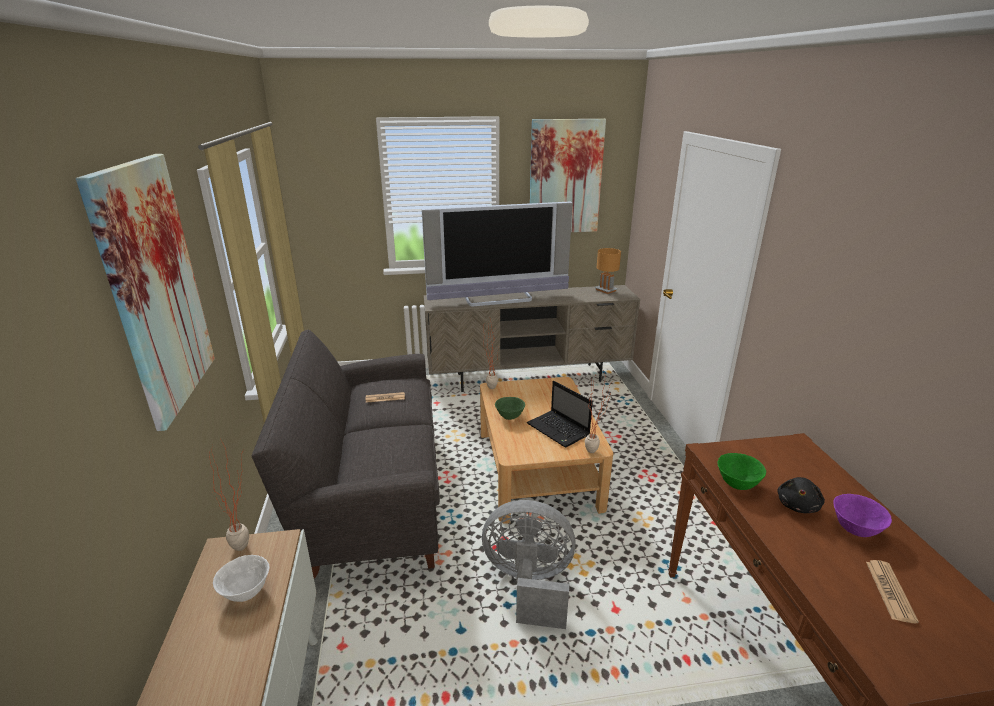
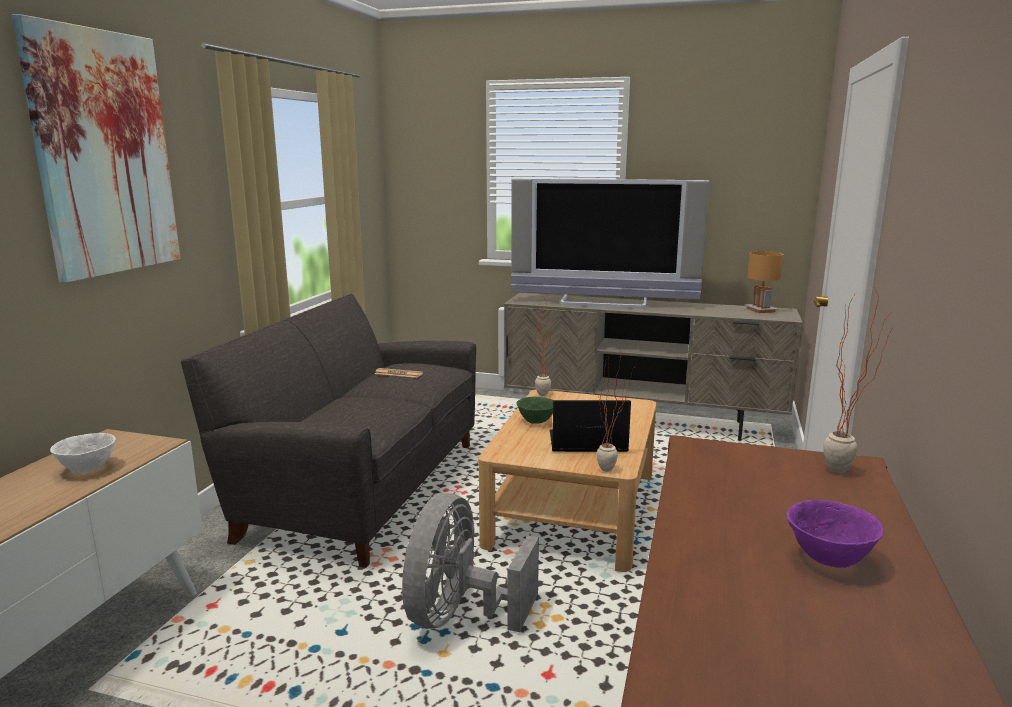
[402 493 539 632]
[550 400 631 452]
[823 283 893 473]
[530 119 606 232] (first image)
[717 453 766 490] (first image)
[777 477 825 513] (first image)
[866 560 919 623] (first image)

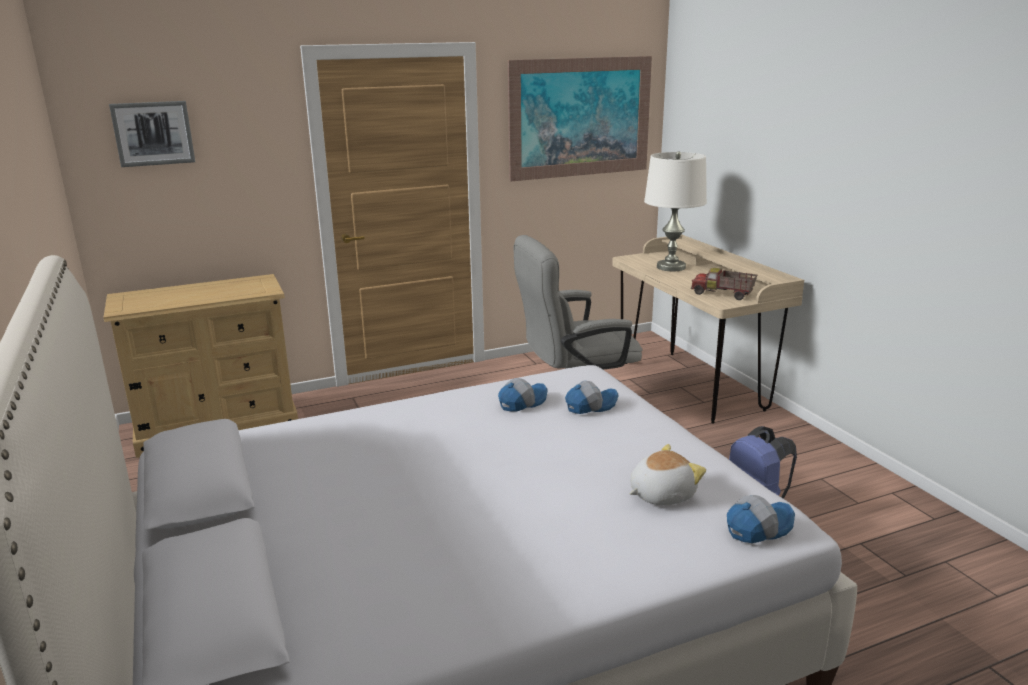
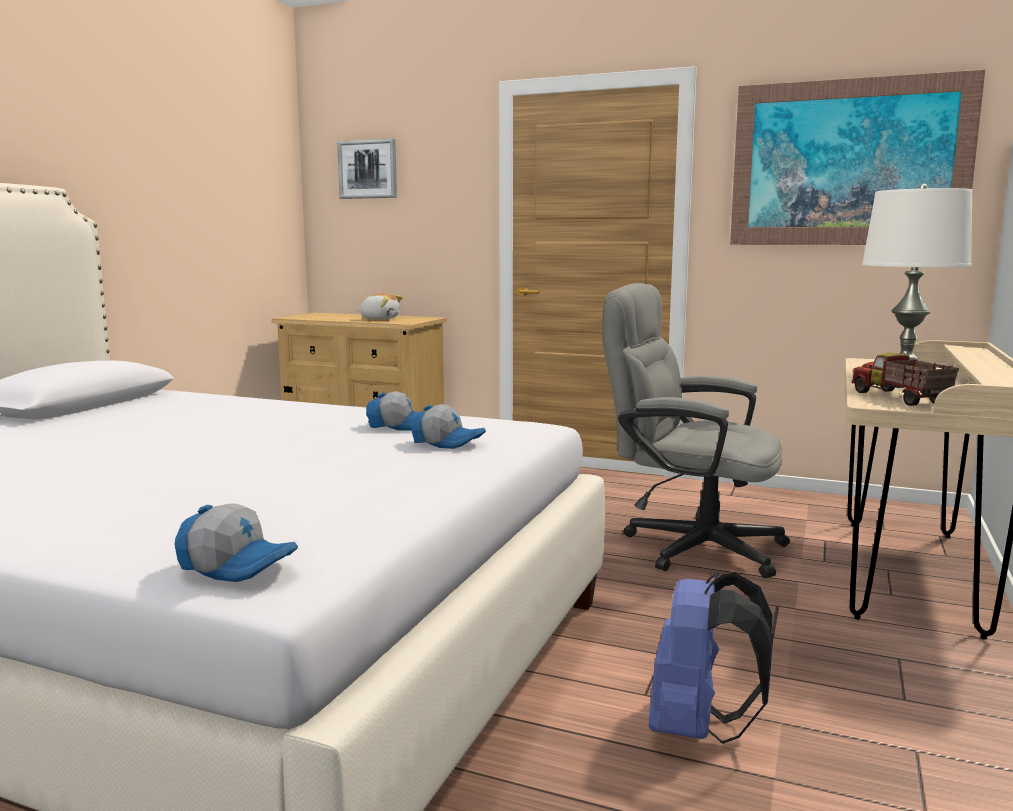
[358 293 403 320]

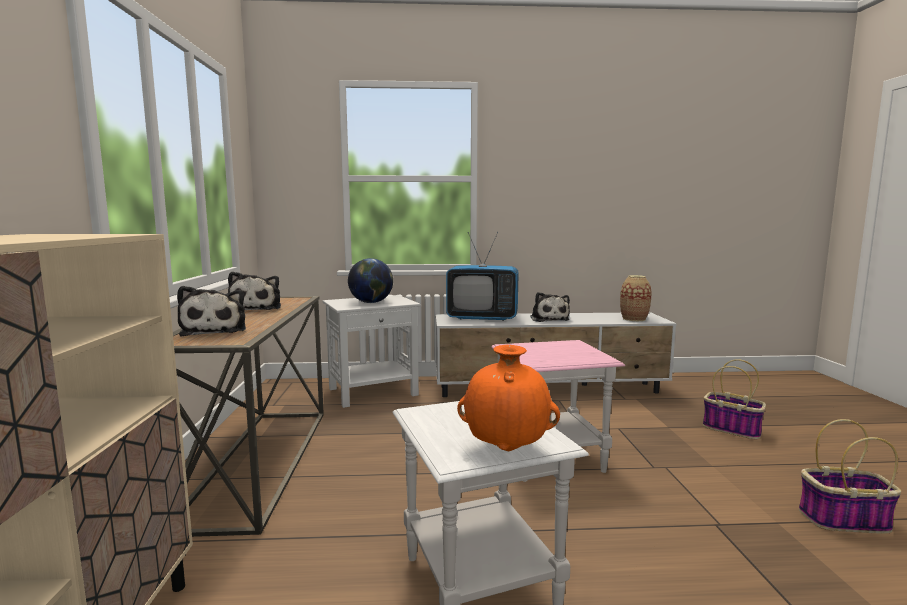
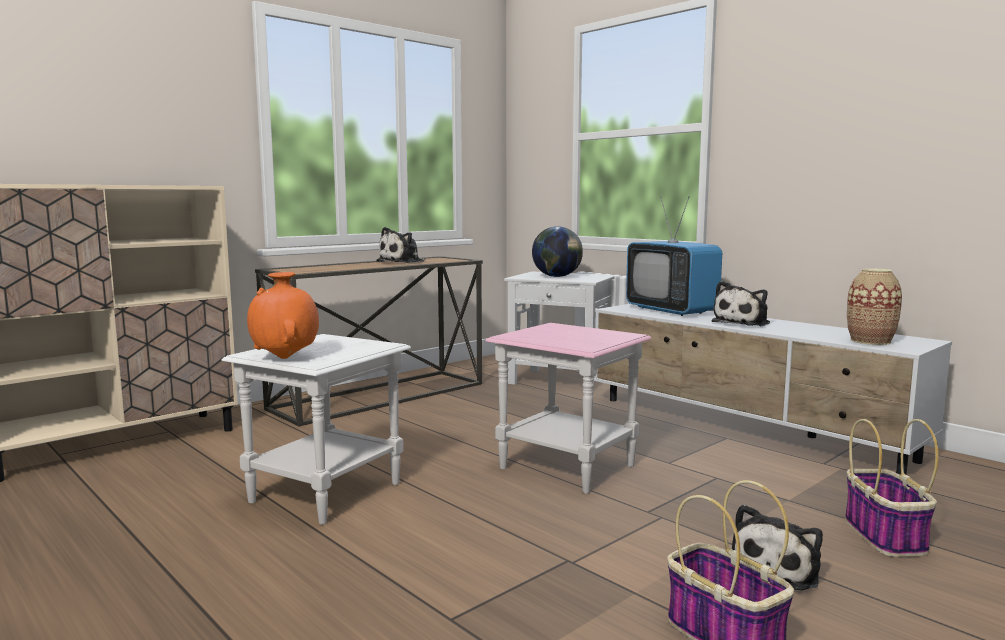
[732 504 823 590]

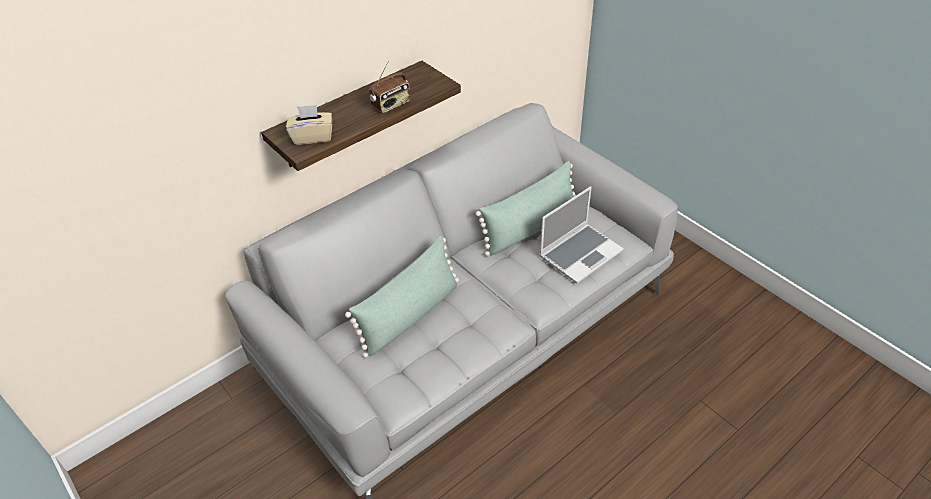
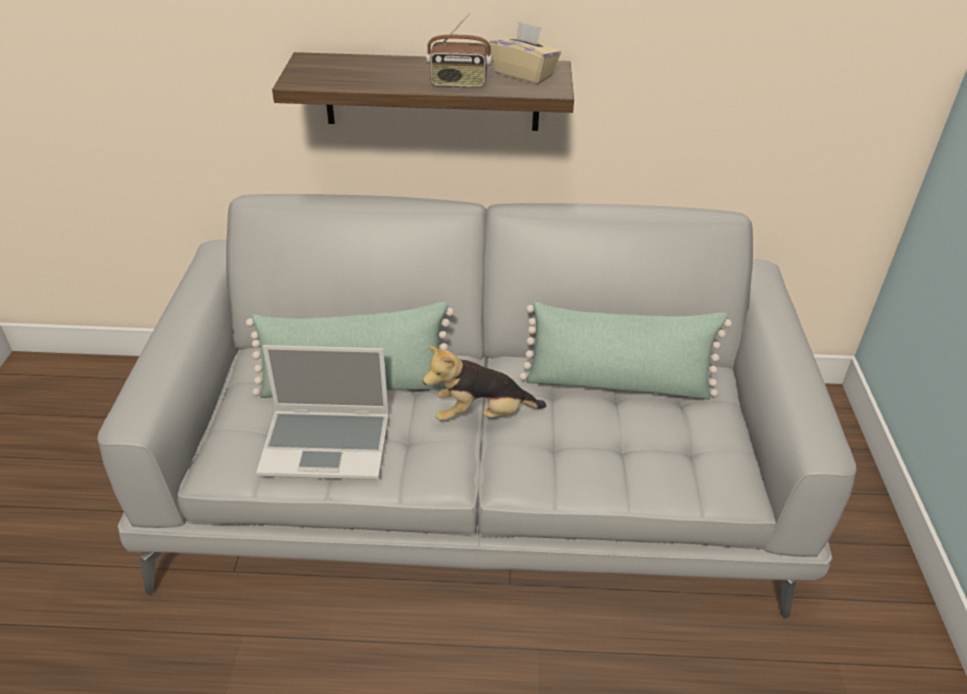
[256 345 389 480]
[423 346 546 421]
[489 21 561 85]

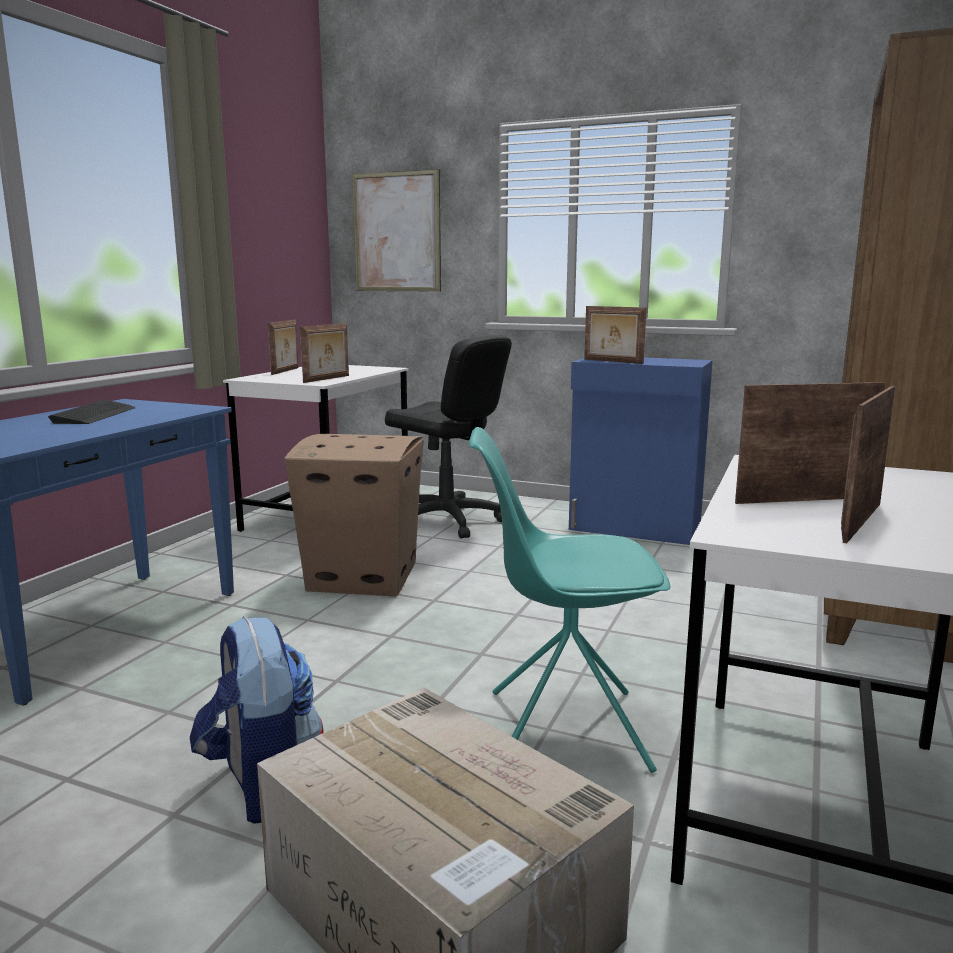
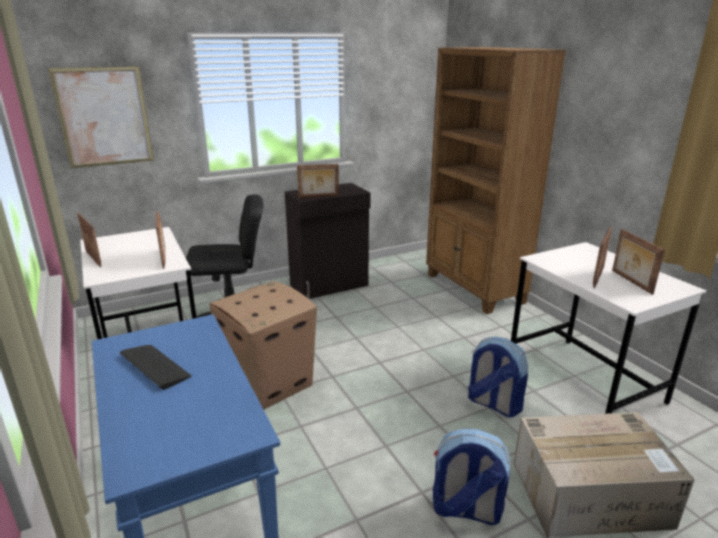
[285 183 371 299]
[468 337 528 417]

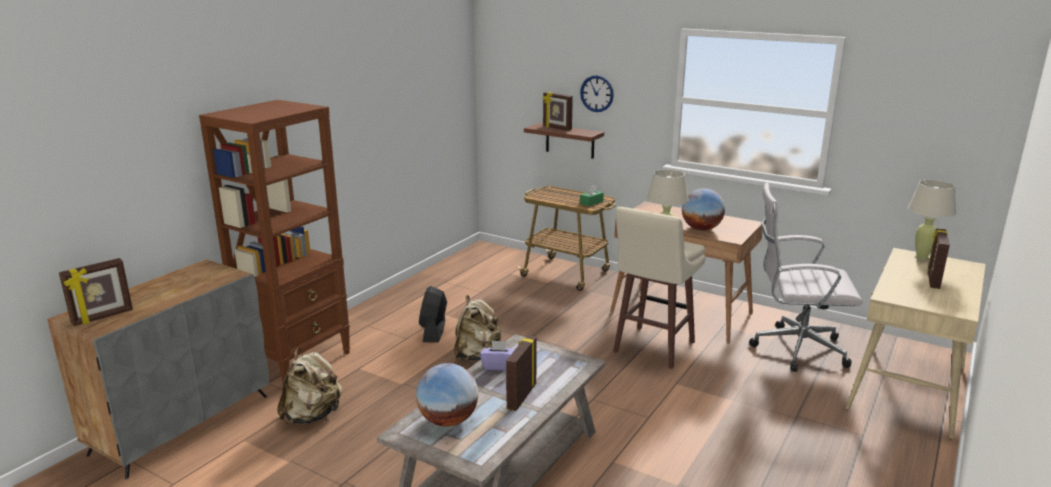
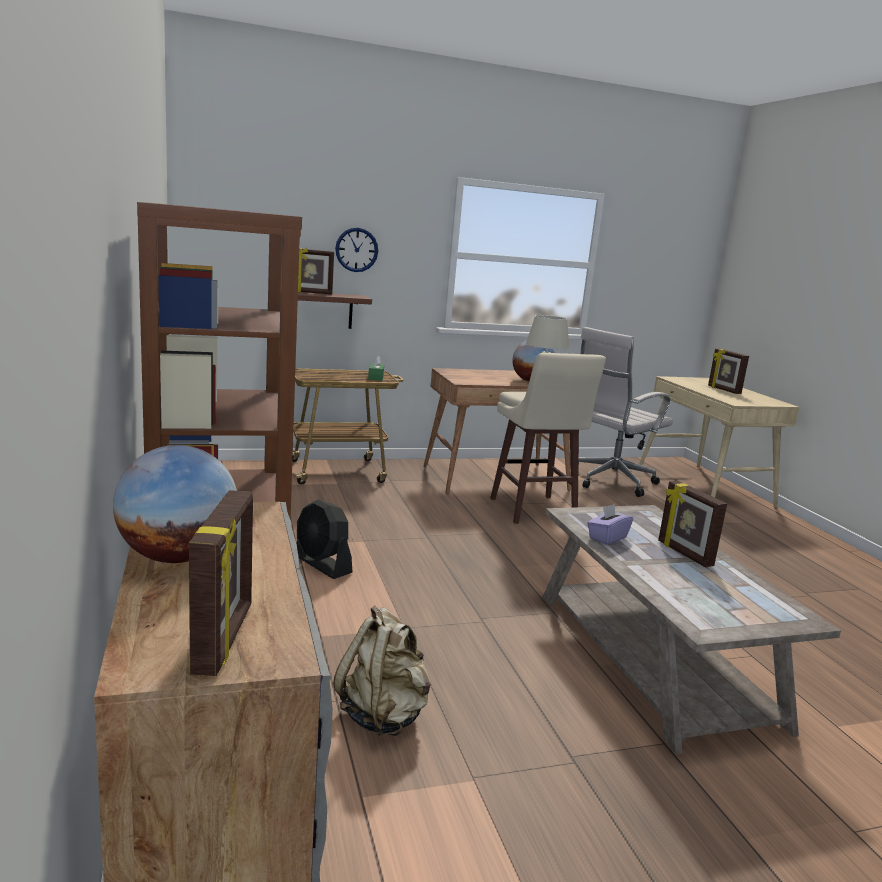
[113 445 237 563]
[454 295 501 361] (first image)
[908 180 956 260] (first image)

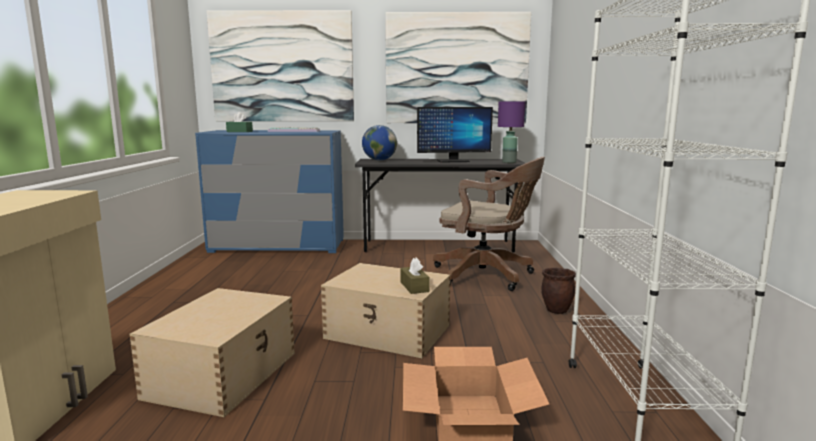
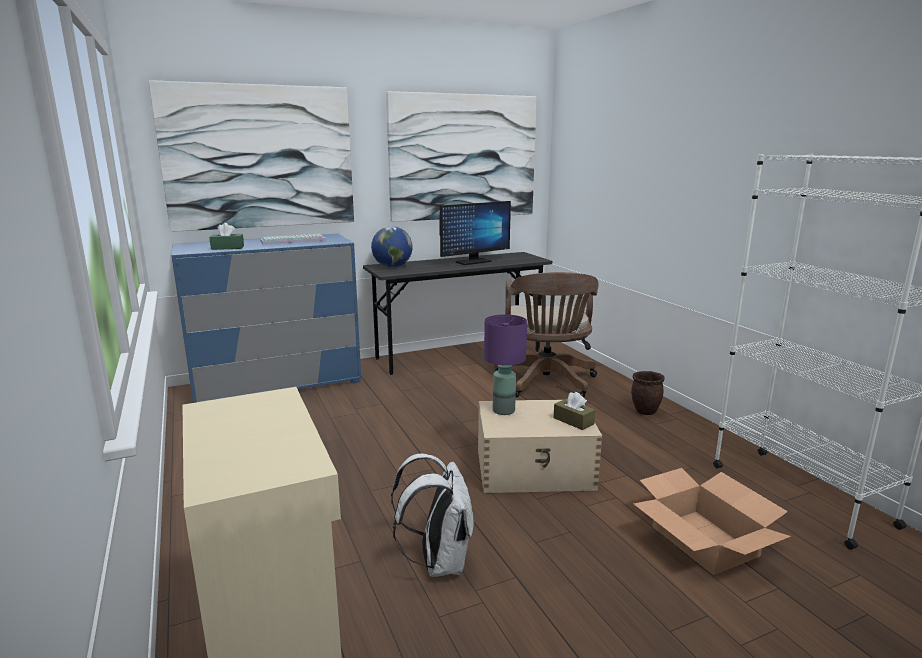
[391 454 473 577]
[484 314 527 415]
[494 272 598 398]

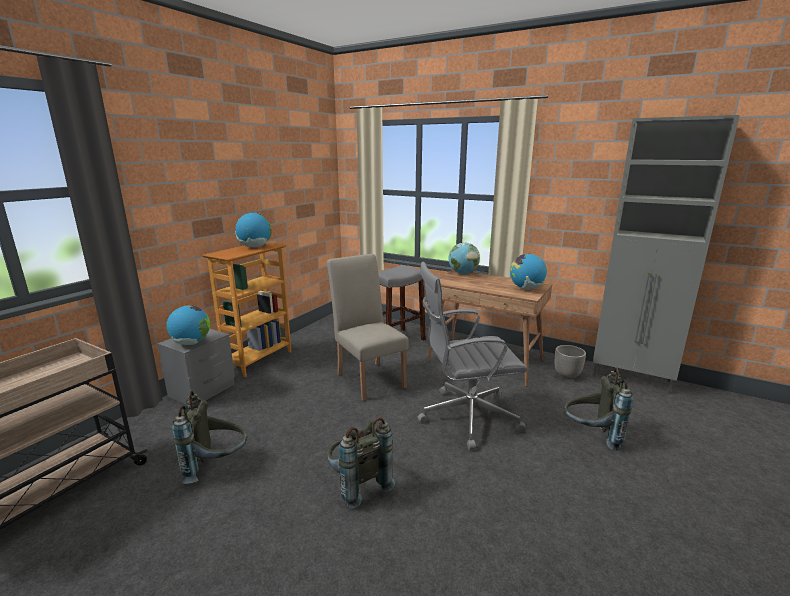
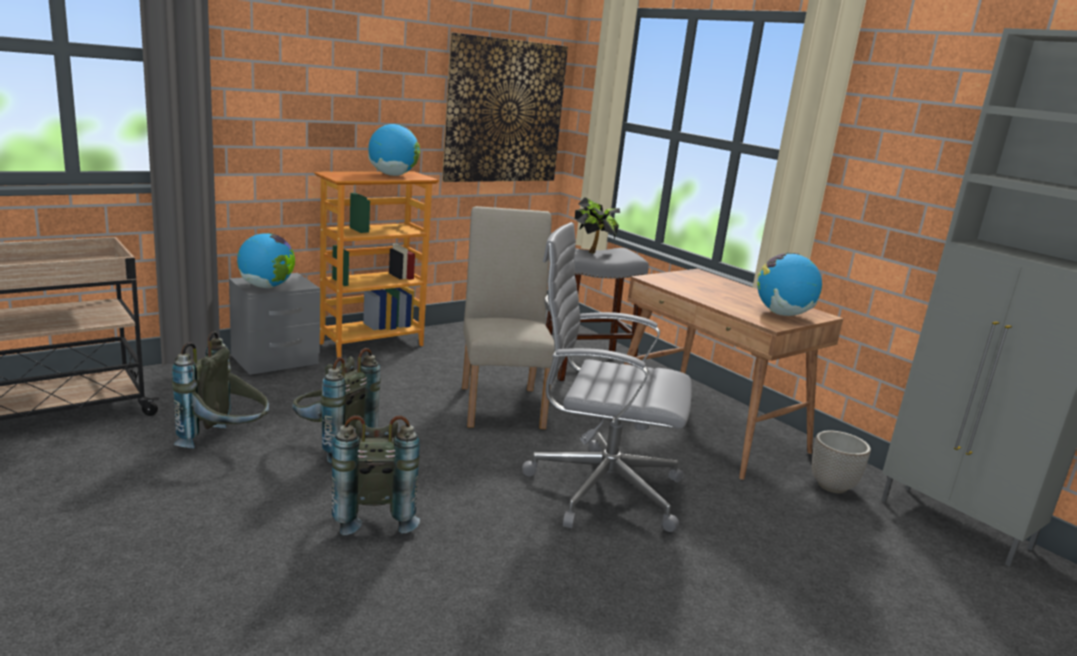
[292 348 381 464]
[442 32 568 182]
[575 197 620 253]
[448 243 480 274] (first image)

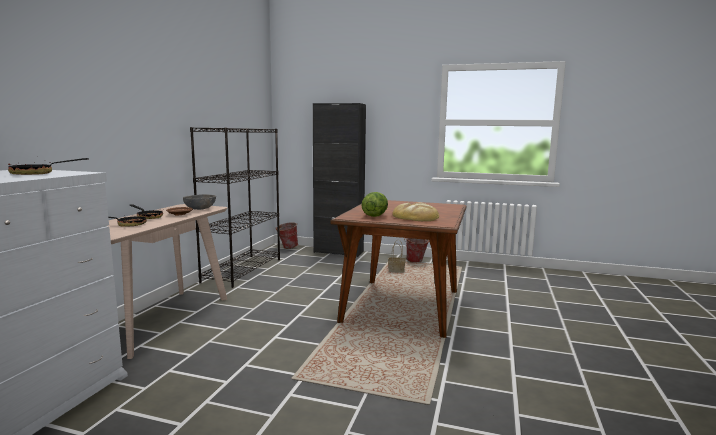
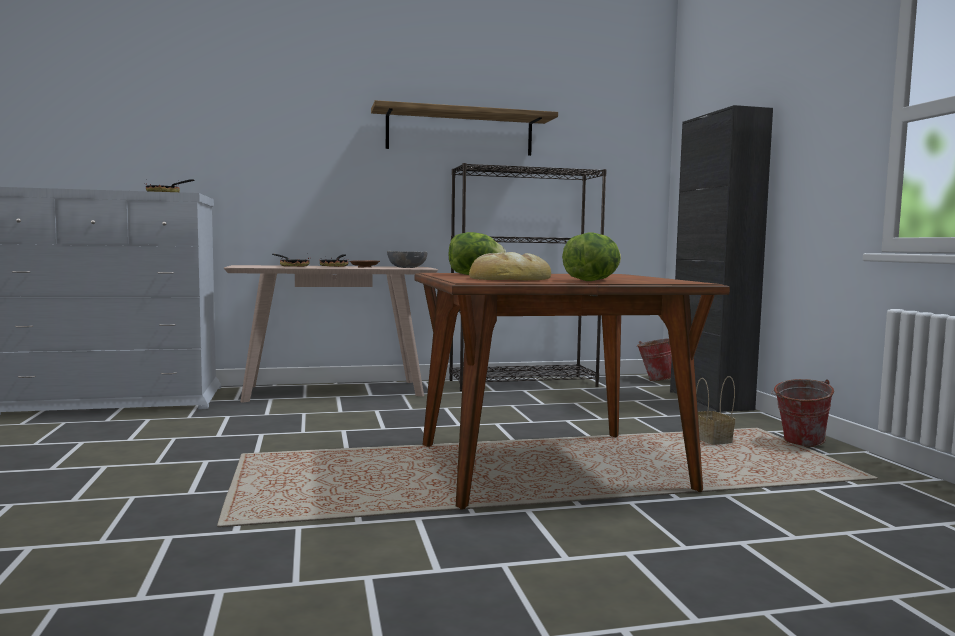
[371 100 558 156]
[562 232 621 281]

